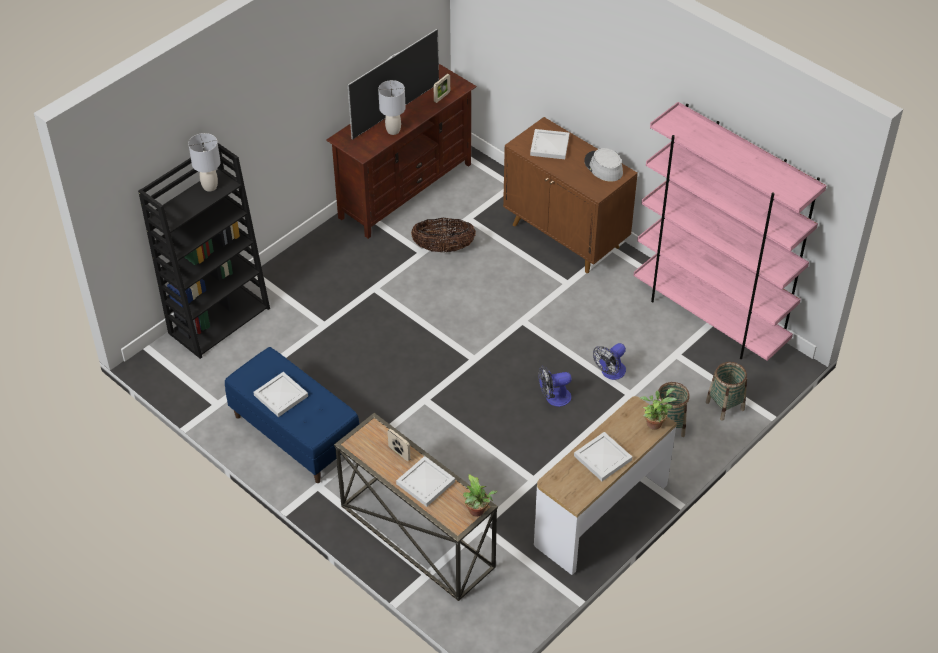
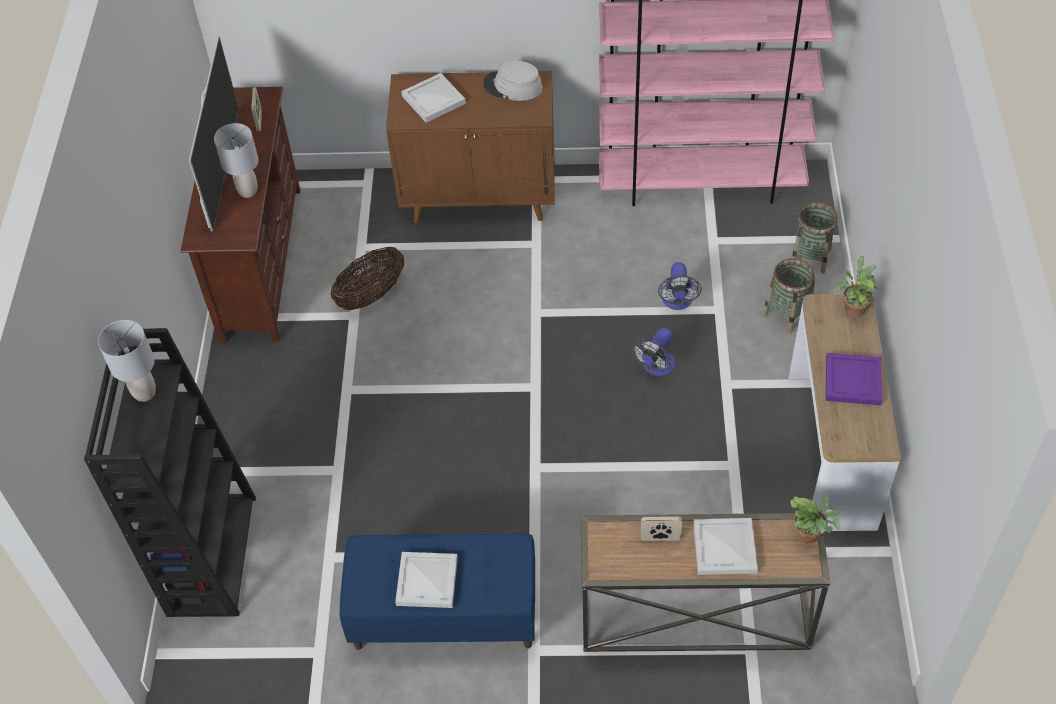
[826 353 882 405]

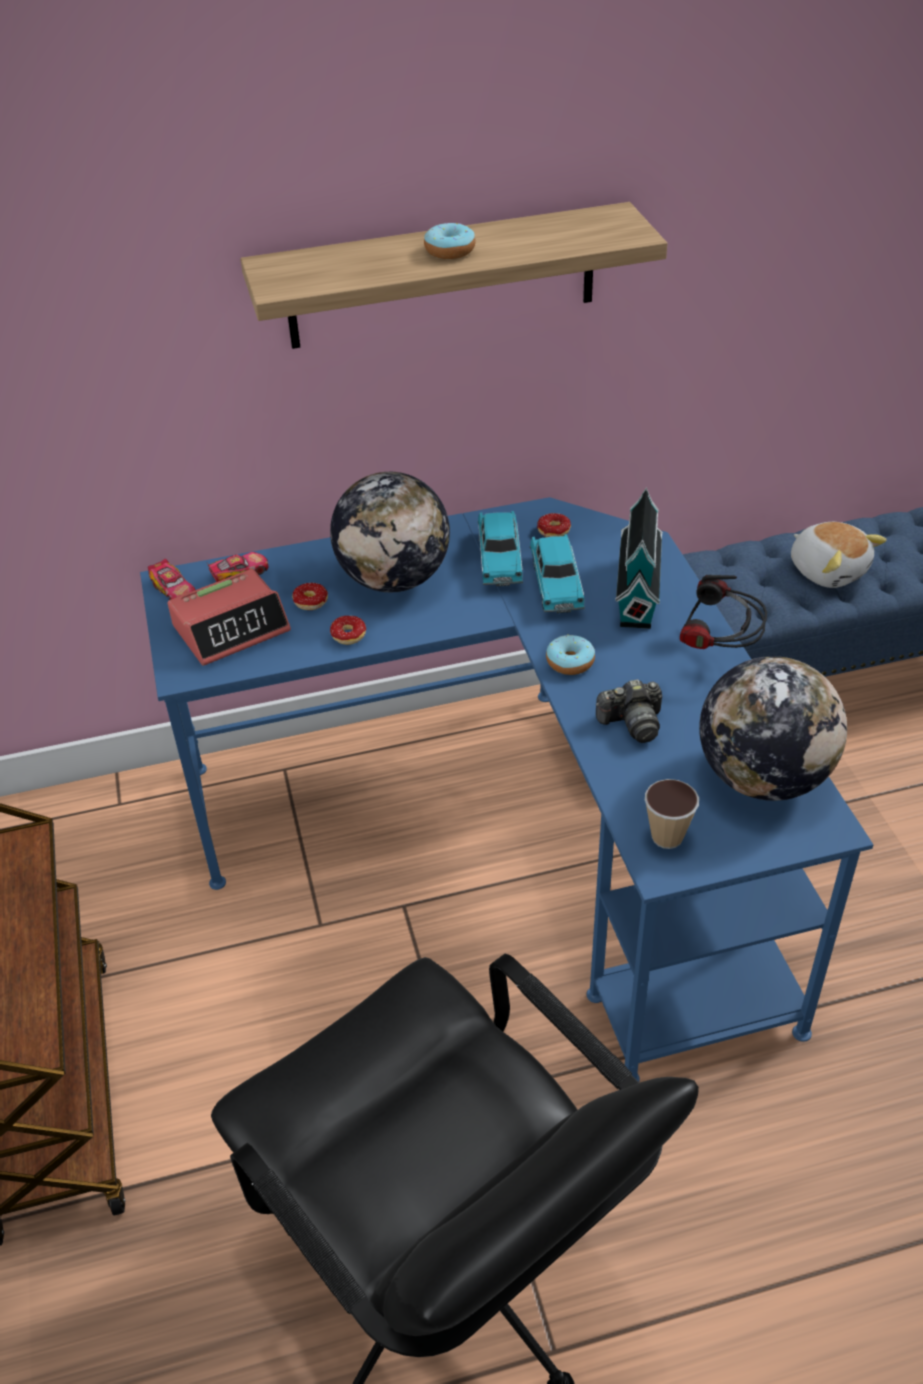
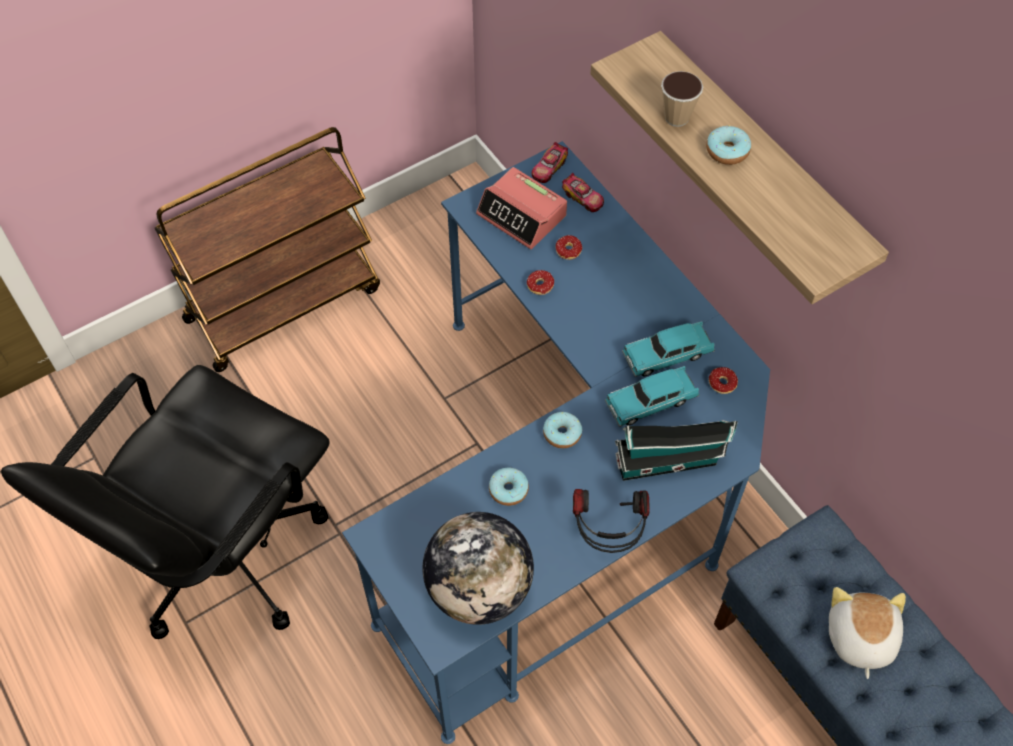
[489 467 529 506]
[661 71 703 127]
[829 587 906 679]
[330 472 450 592] (first image)

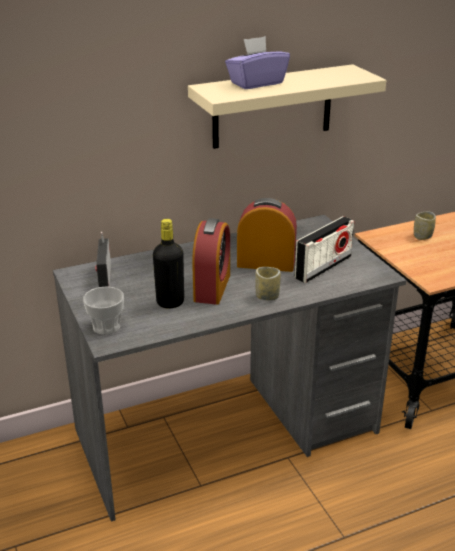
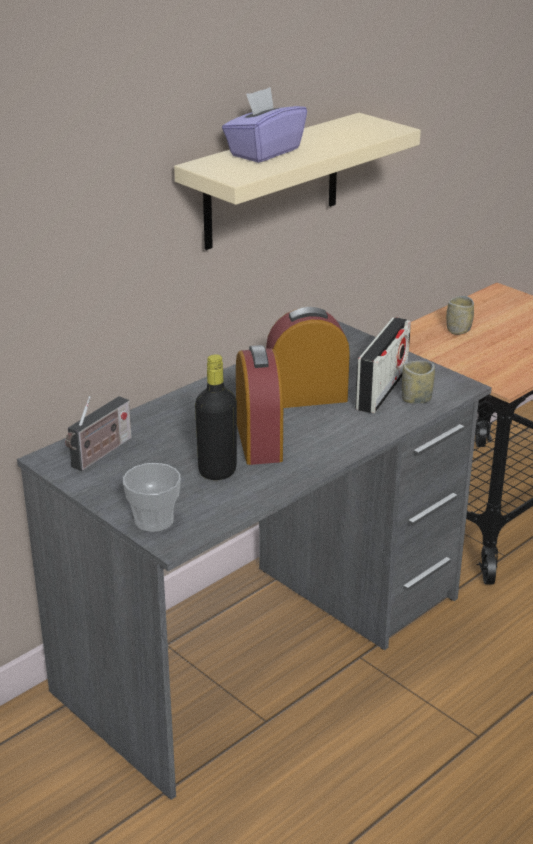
[65 396 132 471]
[402 361 435 404]

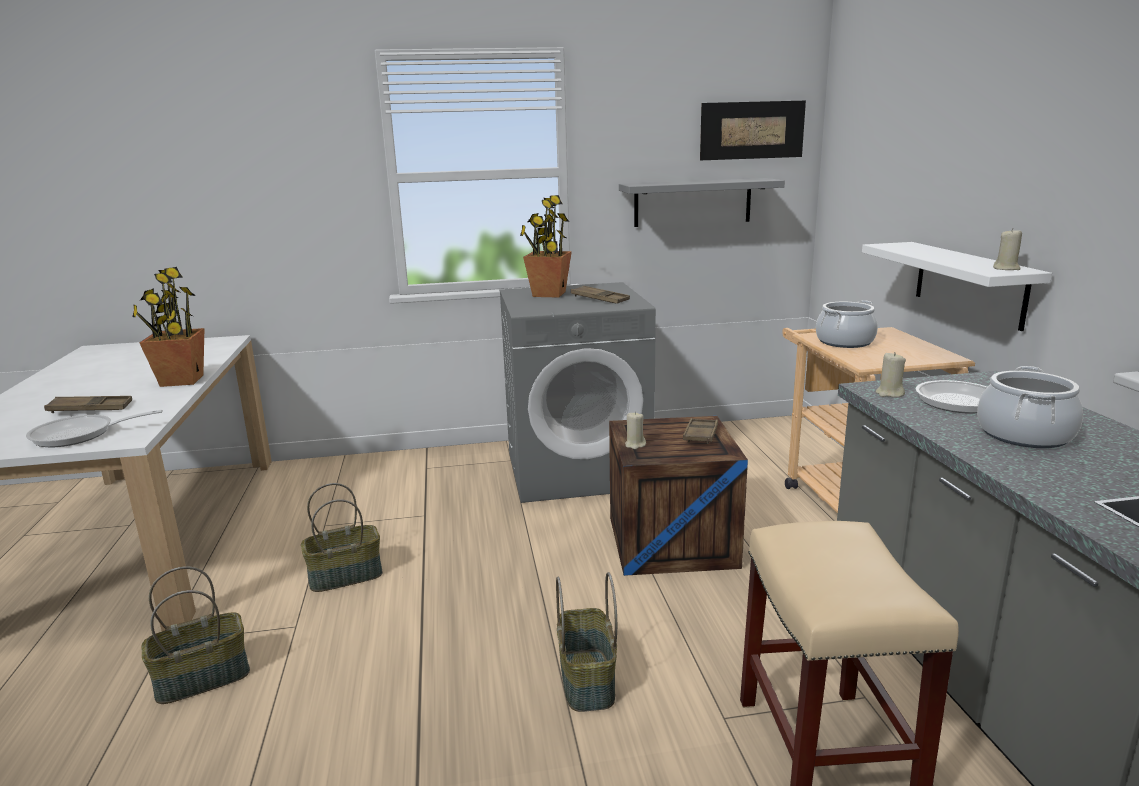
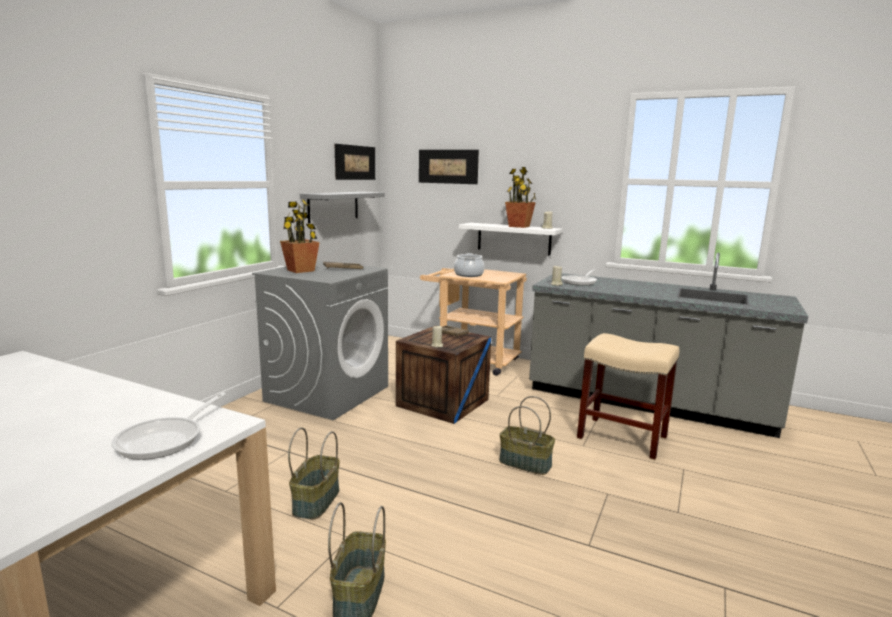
[419 150 479 184]
[505 167 536 228]
[44 396 132 413] (first image)
[977 366 1083 448] (first image)

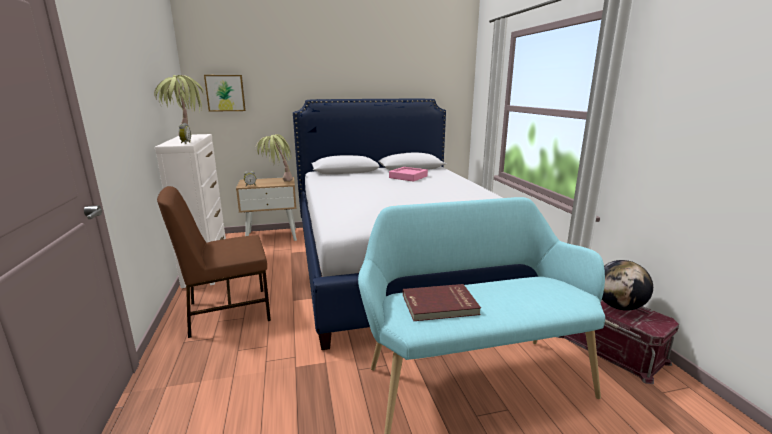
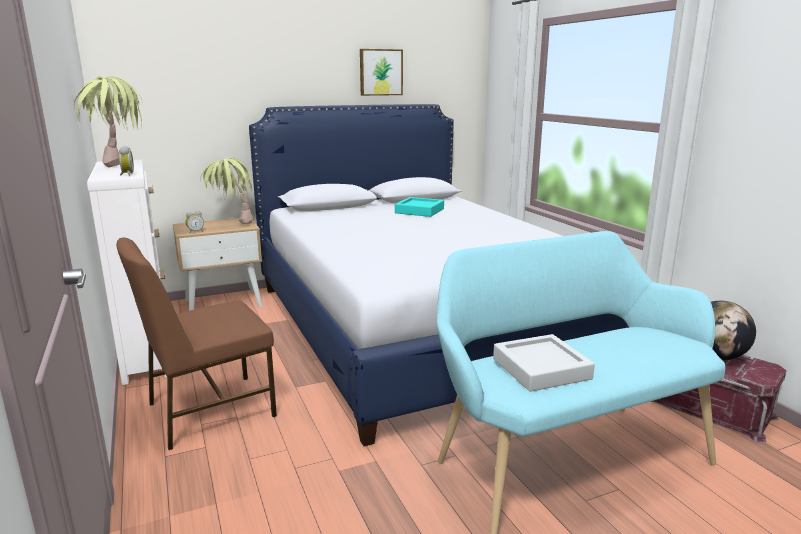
[360 49 403 96]
[395 197 444 217]
[493 334 595 392]

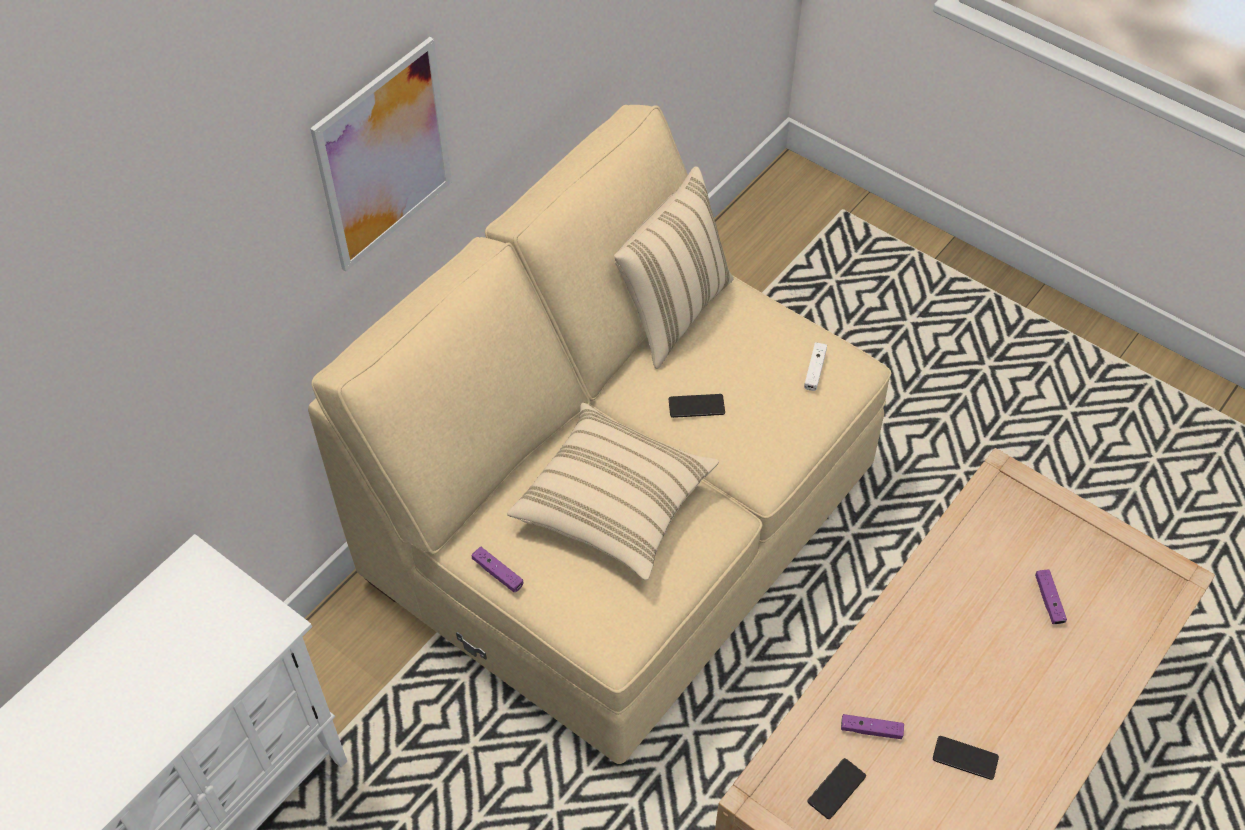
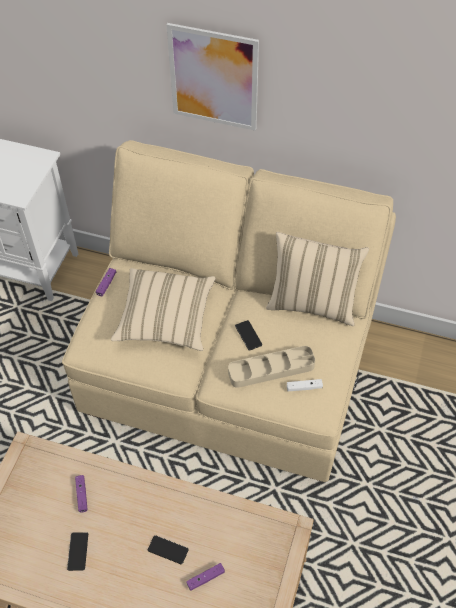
[148 535 189 564]
[228 346 315 388]

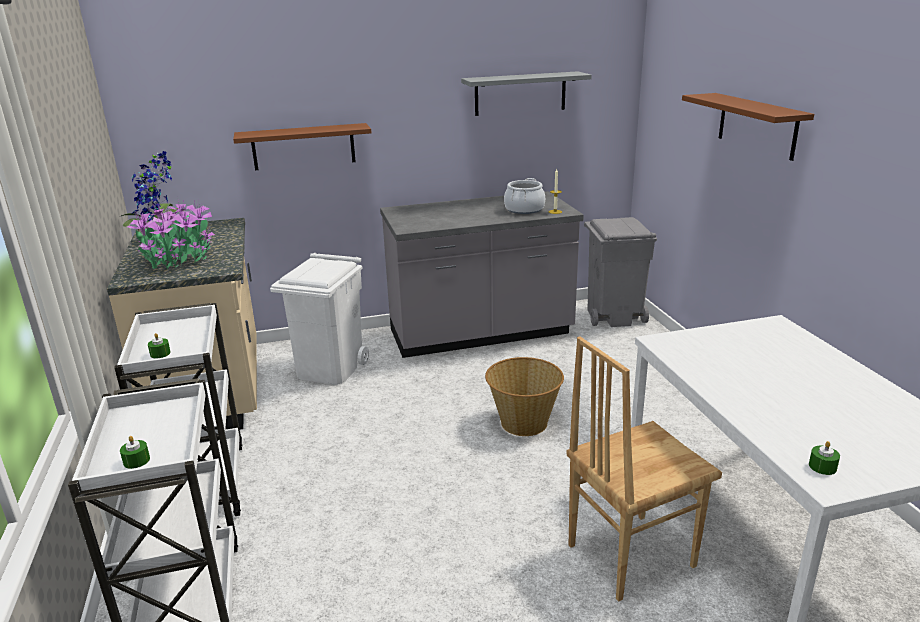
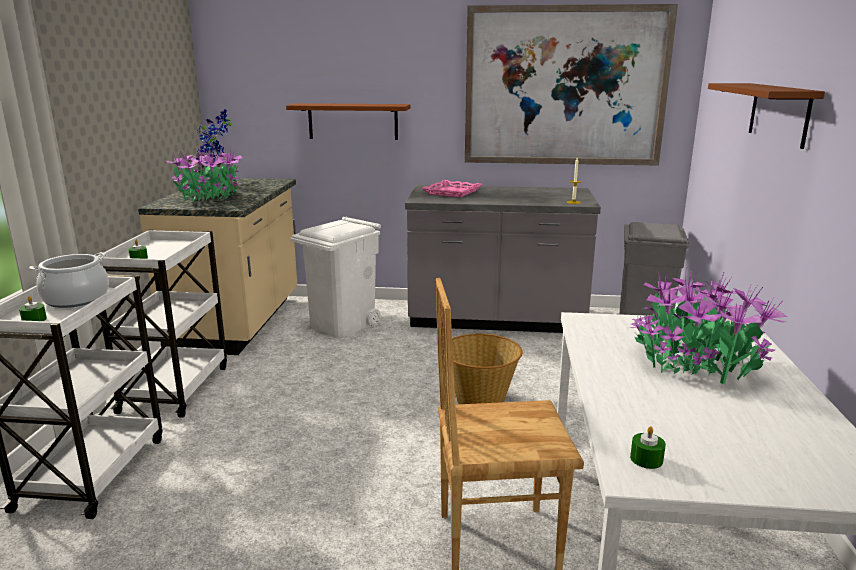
[29 252 109 308]
[422 180 483 198]
[465 4 678 166]
[630 272 787 384]

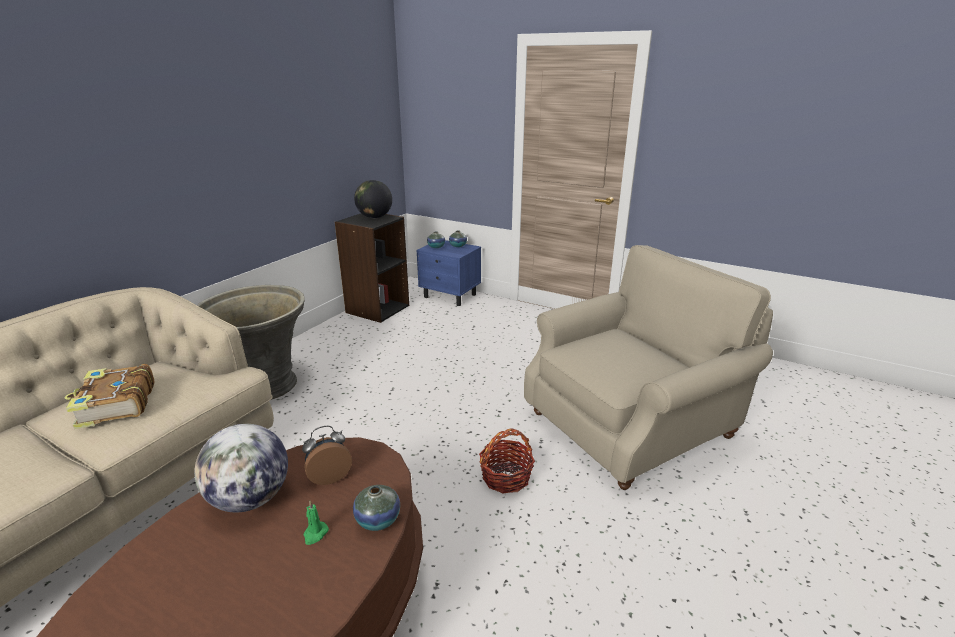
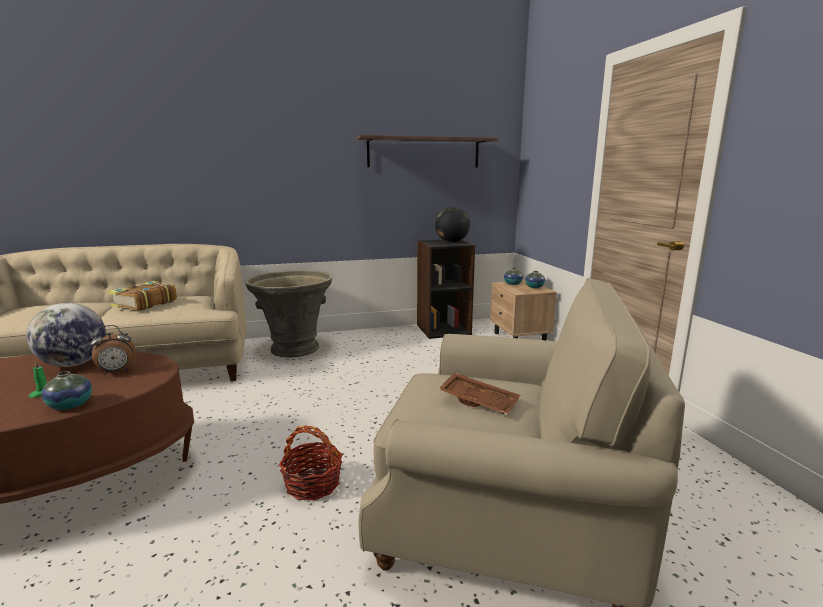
[90 325 136 375]
[356 135 498 167]
[438 373 520 415]
[490 280 557 340]

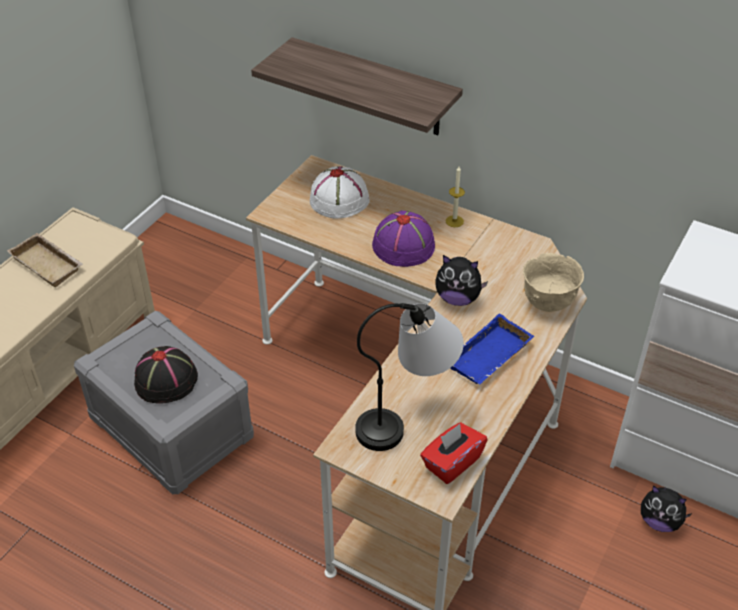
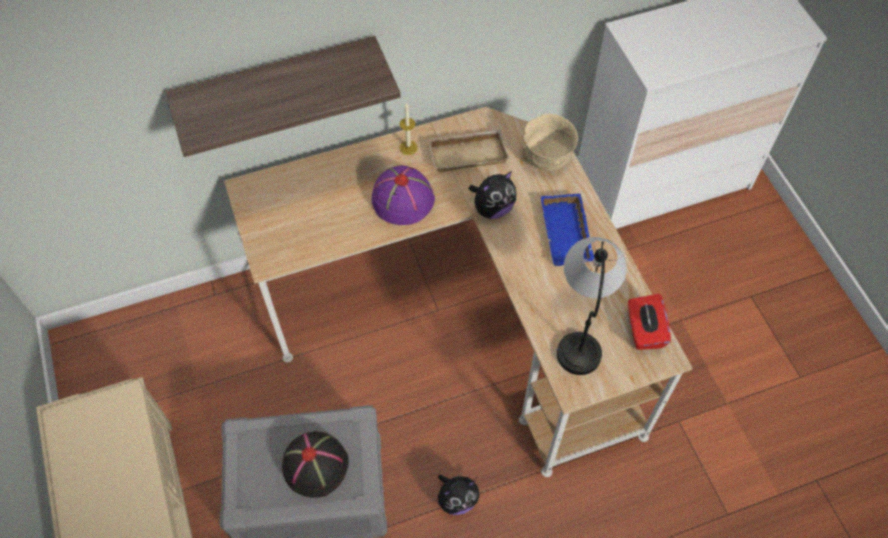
[428 129 509 172]
[438 475 480 515]
[310 166 370 219] (first image)

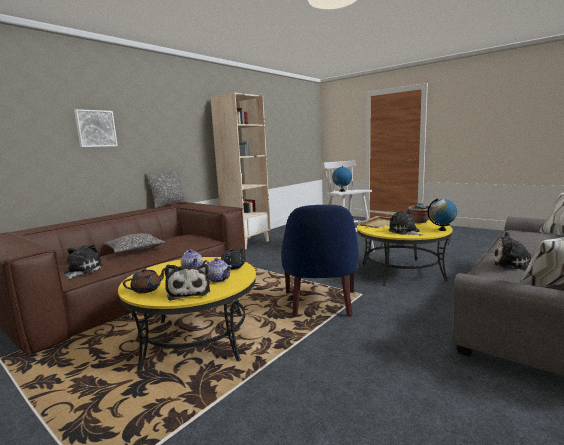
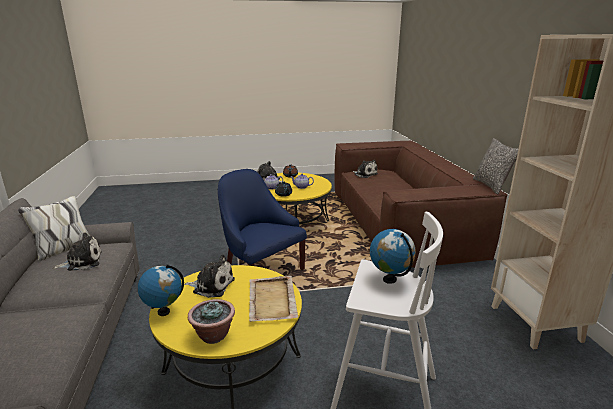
[74 109 118 147] (first image)
[104 233 165 253] (first image)

